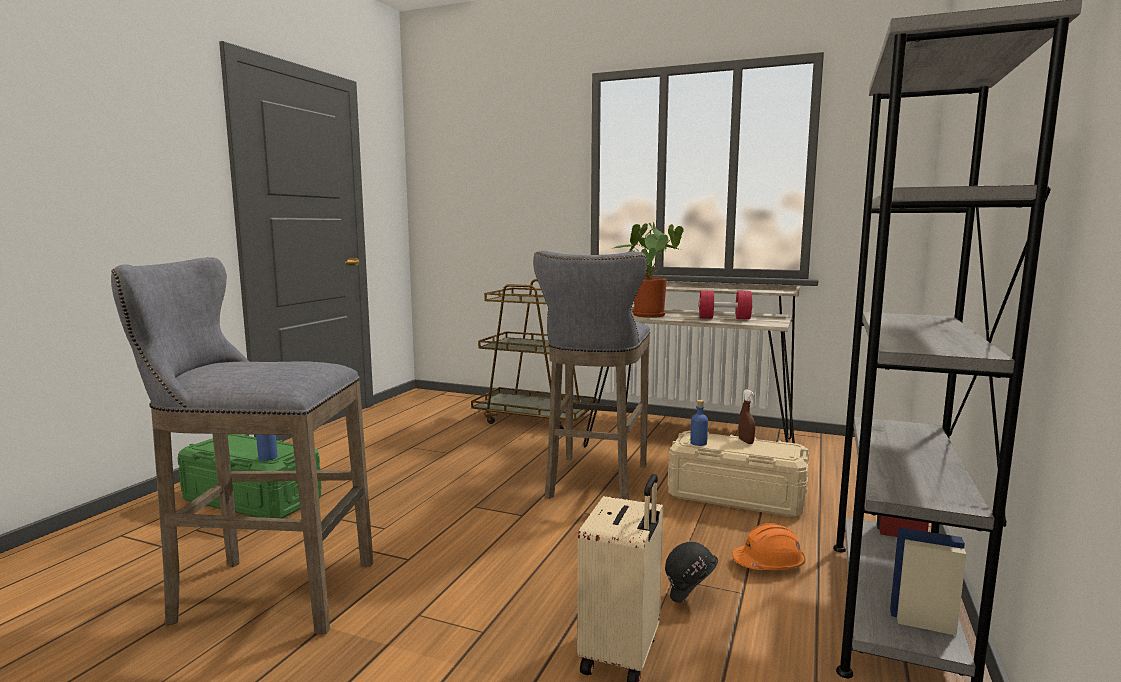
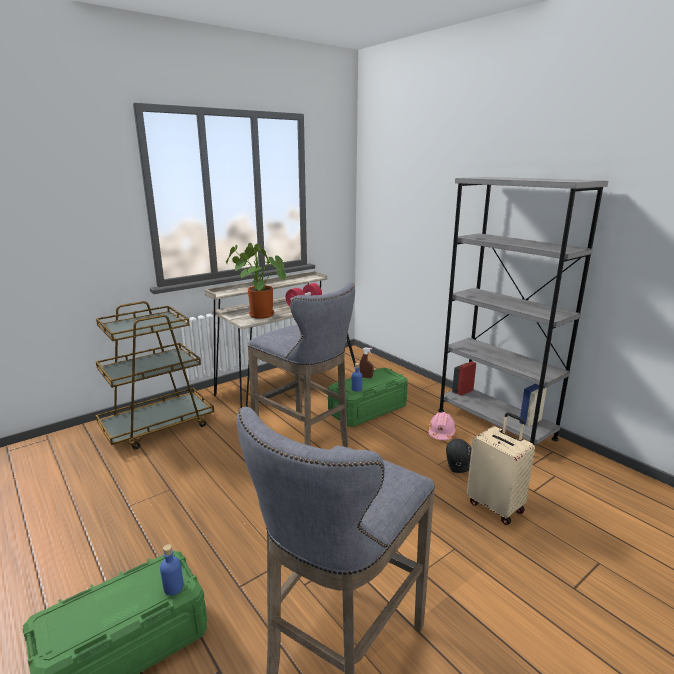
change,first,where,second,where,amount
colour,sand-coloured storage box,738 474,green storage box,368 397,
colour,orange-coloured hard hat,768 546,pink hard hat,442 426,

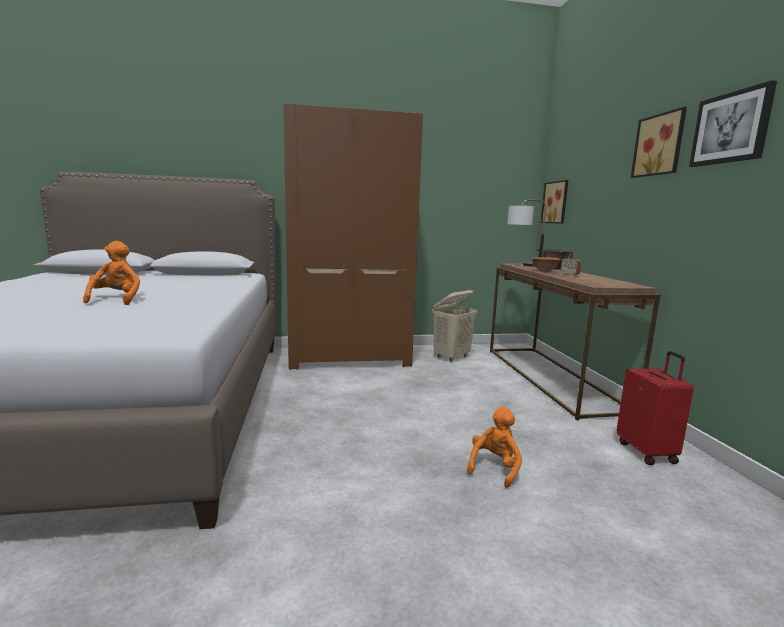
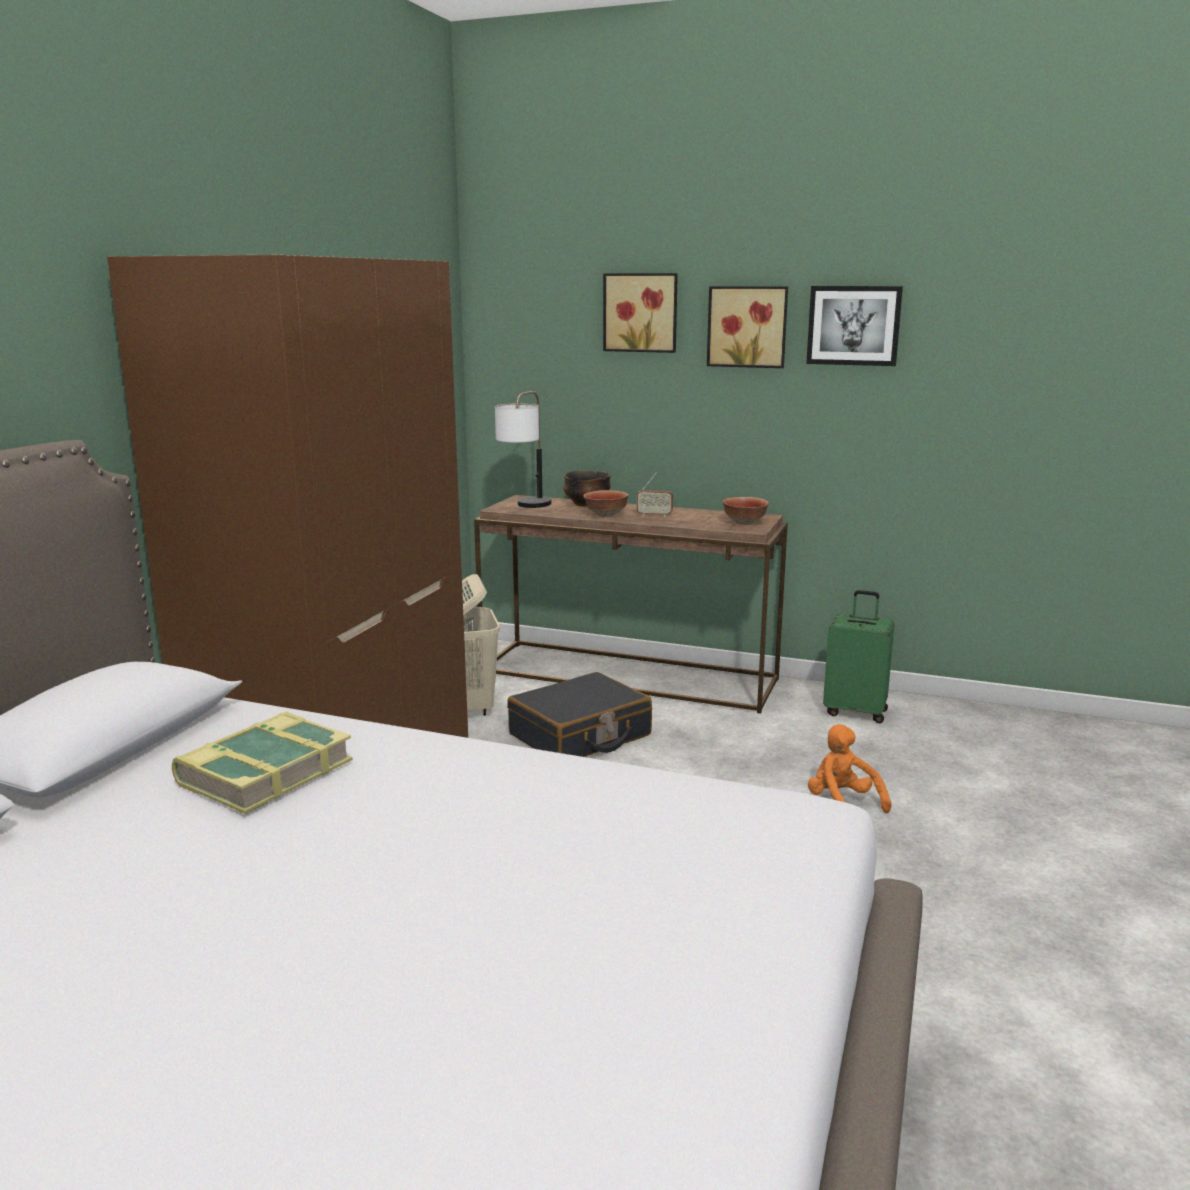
change,first,where,second,where,amount
missing,orange-coloured soft toy,111 273,,,
appeared,,,bound book,262 762,
appeared,,,black-coloured suitcase,579 714,
appeared,,,deep dish,745 511,
relocated,wall art,554 202,,640 313,
colour,red-coloured suitcase,655 408,green suitcase,859 656,

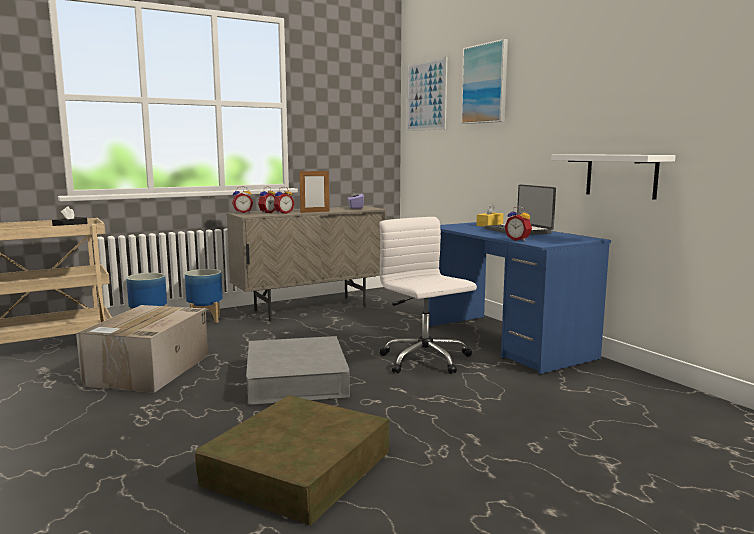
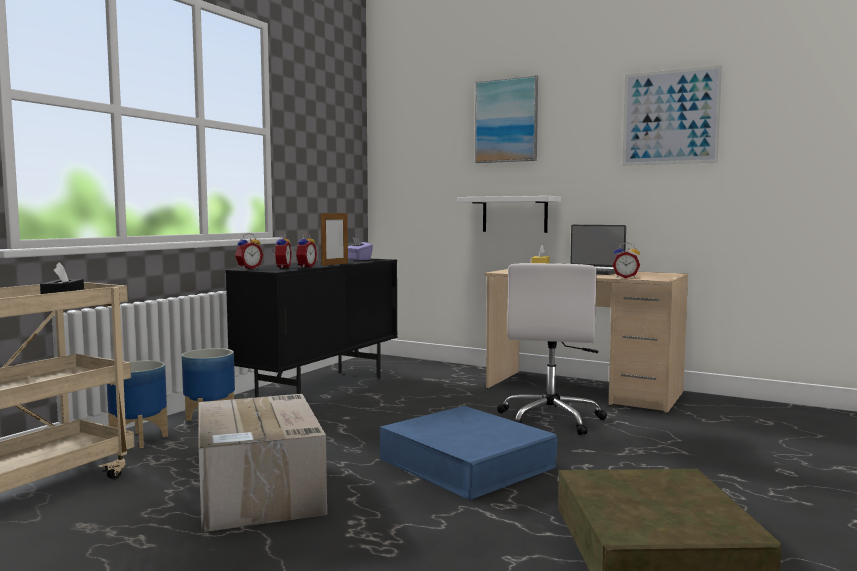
change,first,where,second,where,amount
relocated,wall art,427 94,,672 115,
relocated,white shelf,613 177,,509 214,
colour,sand-coloured storage cabinet,306 263,black-coloured storage cabinet,311 328,
colour,gray storage box,298 370,blue-coloured storage box,468 453,
colour,blue-coloured desk,519 298,sand-coloured desk,586 341,
spun,white desk chair,428 295,,552 349,105 degrees counterclockwise

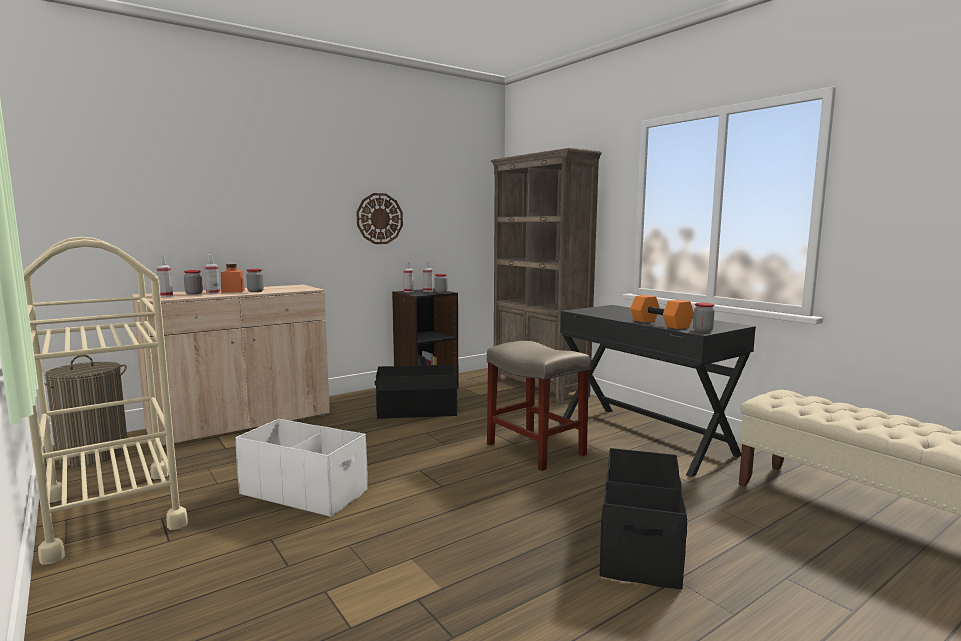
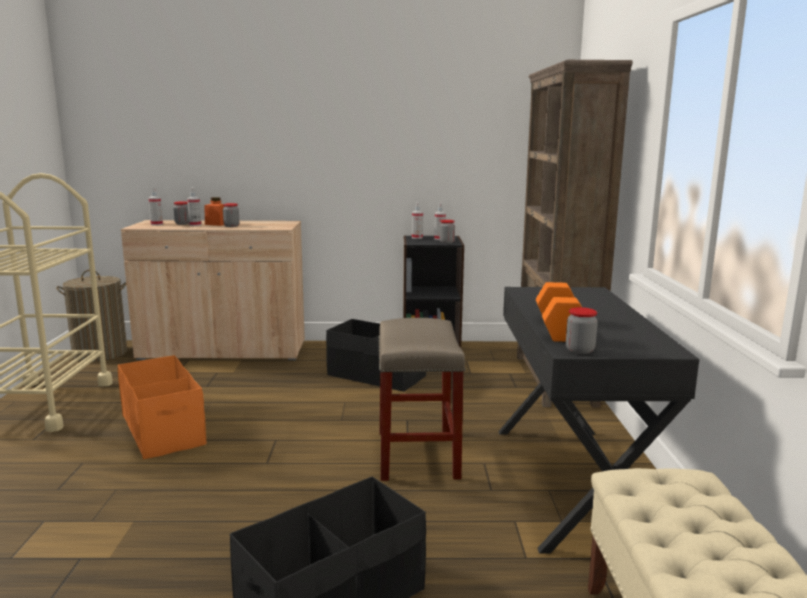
change,first,where,second,where,amount
missing,clock on the wall,380 218,,,
colour,white storage box,301 468,orange-coloured storage box,162 407,

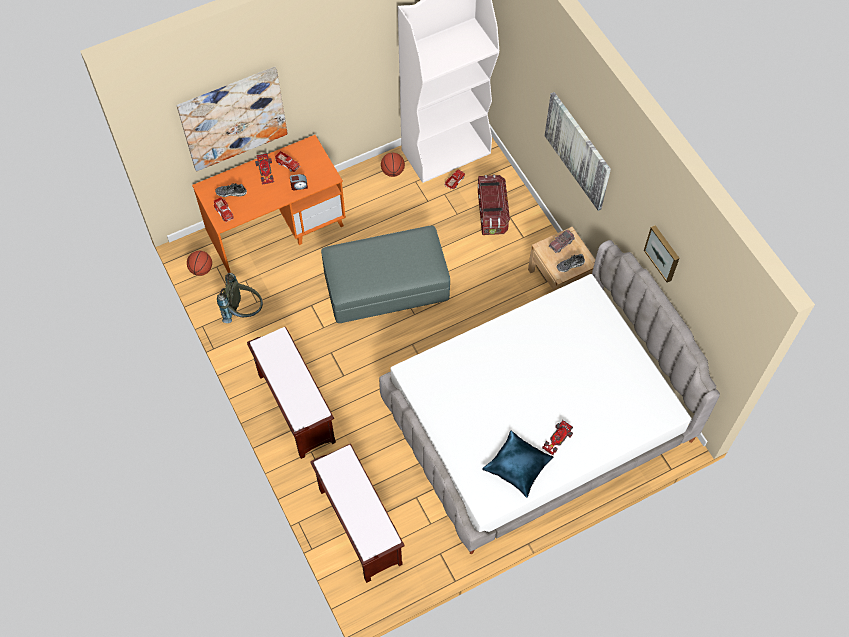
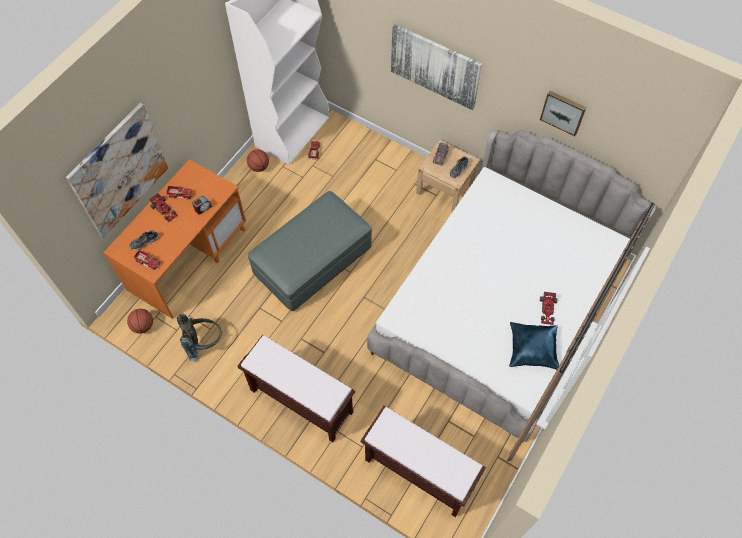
change,first,where,second,where,amount
missing,storage box,494 204,,,

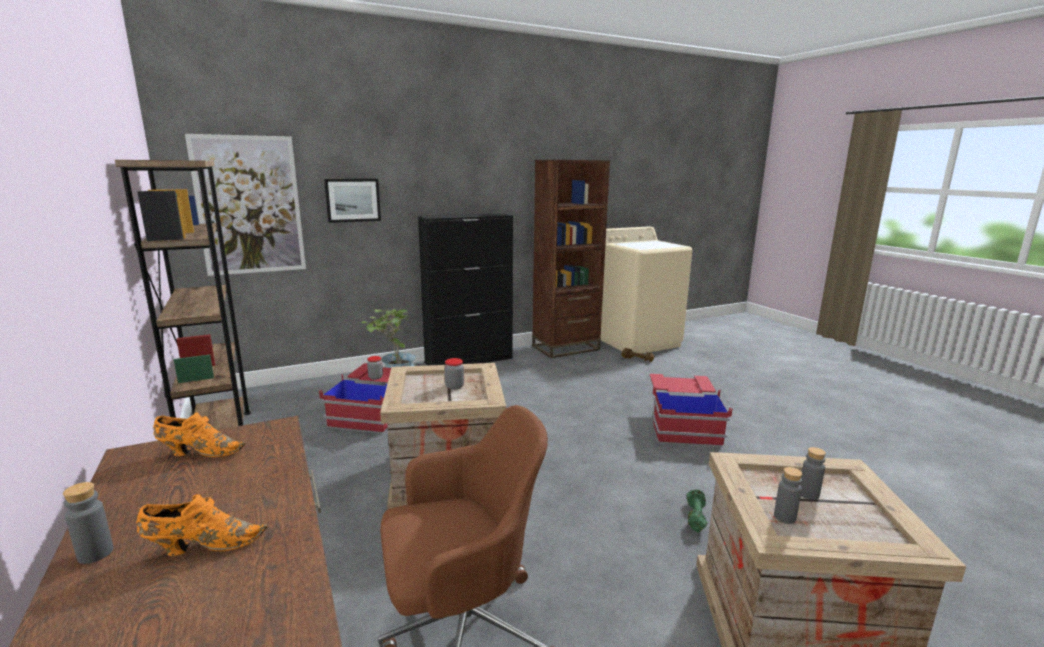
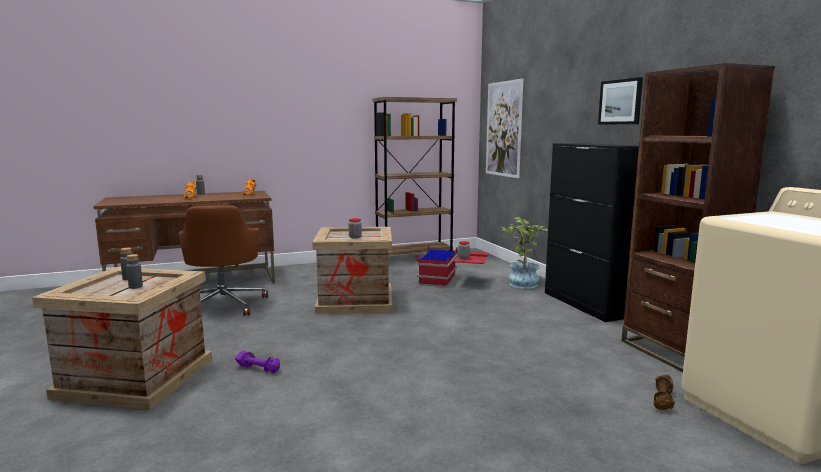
change,first,where,second,where,amount
missing,red-coloured storage box,691 410,,,
relocated,wall art,352 201,,620 101,
colour,green dumbbell,697 511,purple-coloured dumbbell,257 362,

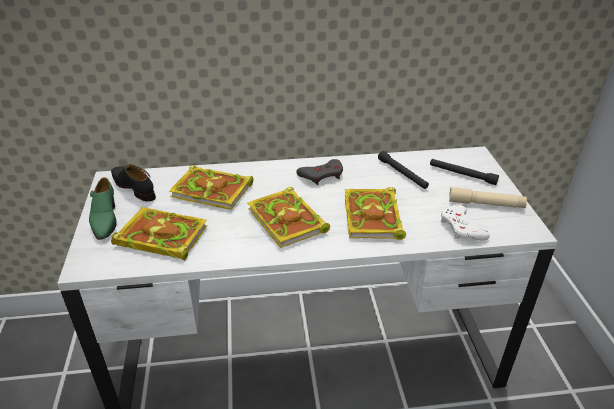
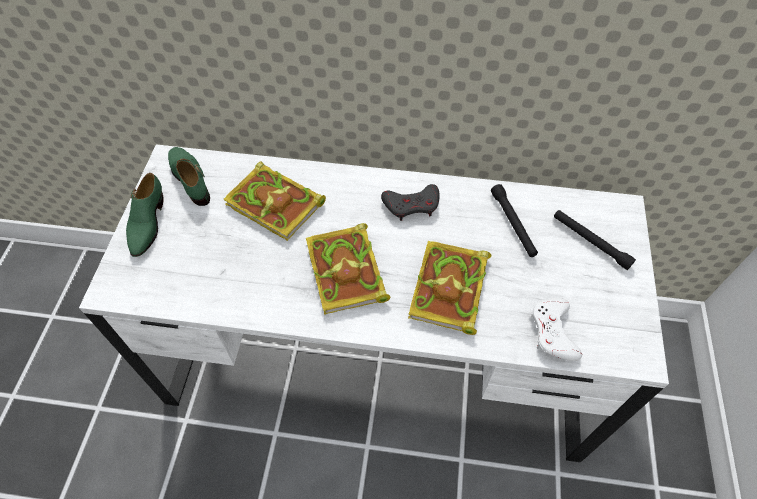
change,first,where,second,where,amount
missing,bound book,159 234,,,
missing,sand-coloured torch,488 197,,,
colour,black-coloured low shoe,133 182,green low shoe,189 176,

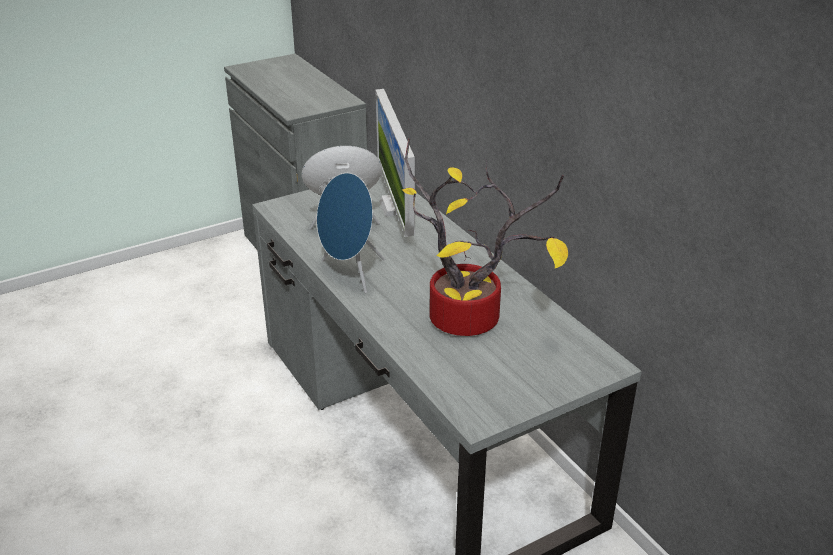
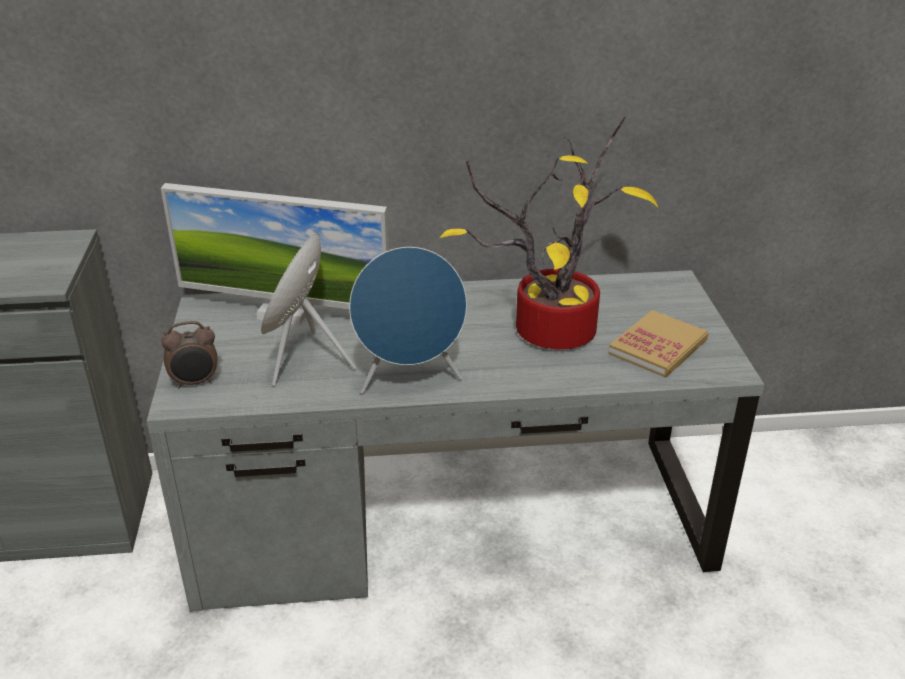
change,first,where,second,where,amount
appeared,,,table clock,189 355,
appeared,,,bound book,658 343,

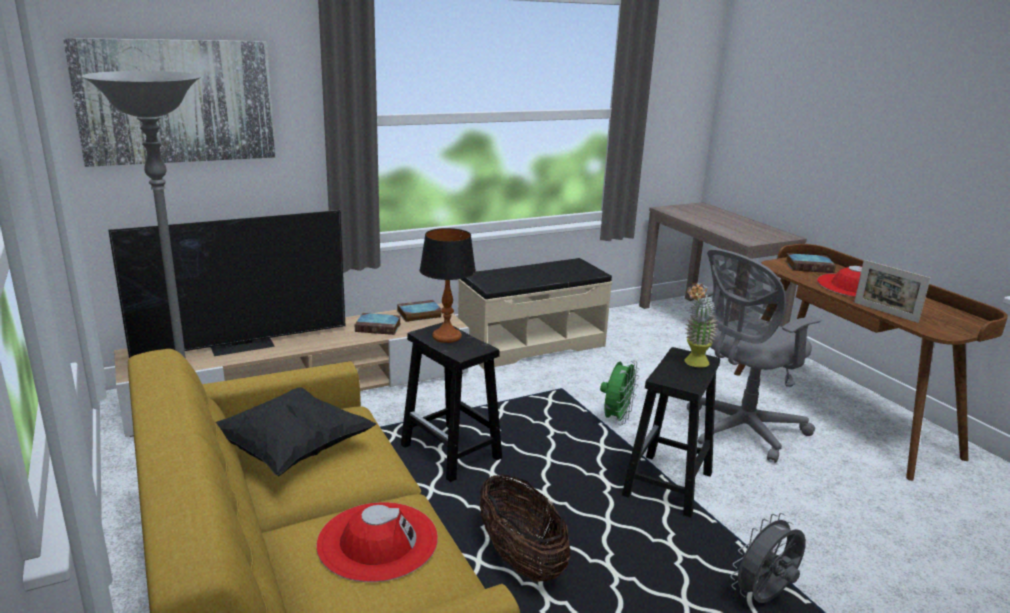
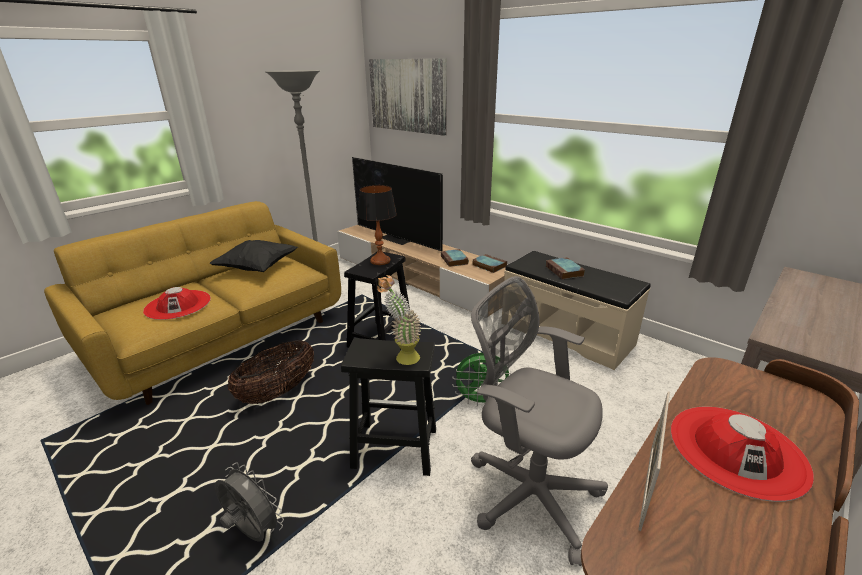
change,first,where,second,where,amount
relocated,bound book,811 263,,565 268,

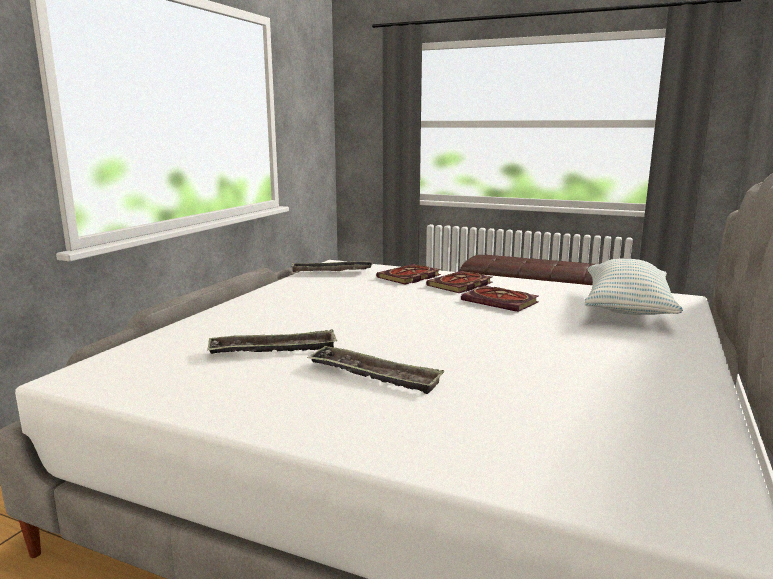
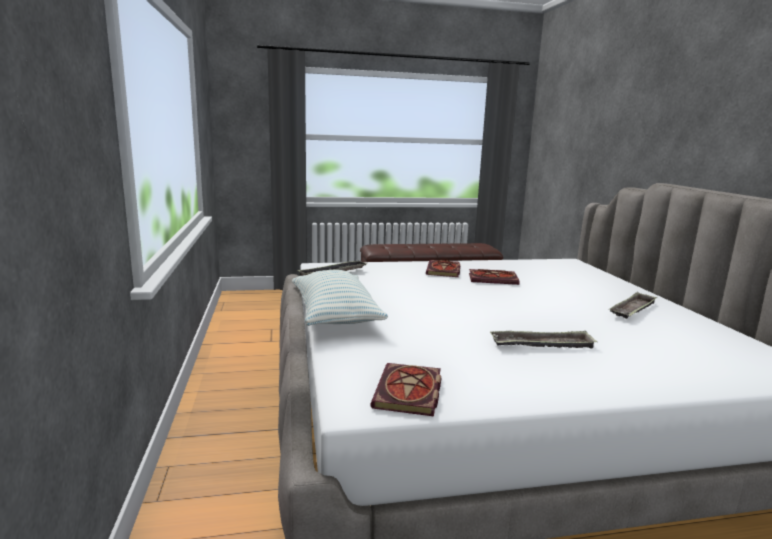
change,first,where,second,where,amount
relocated,carrying tray,272 341,,633 305,
relocated,bound book,408 274,,406 389,
relocated,cushion,633 287,,340 298,

